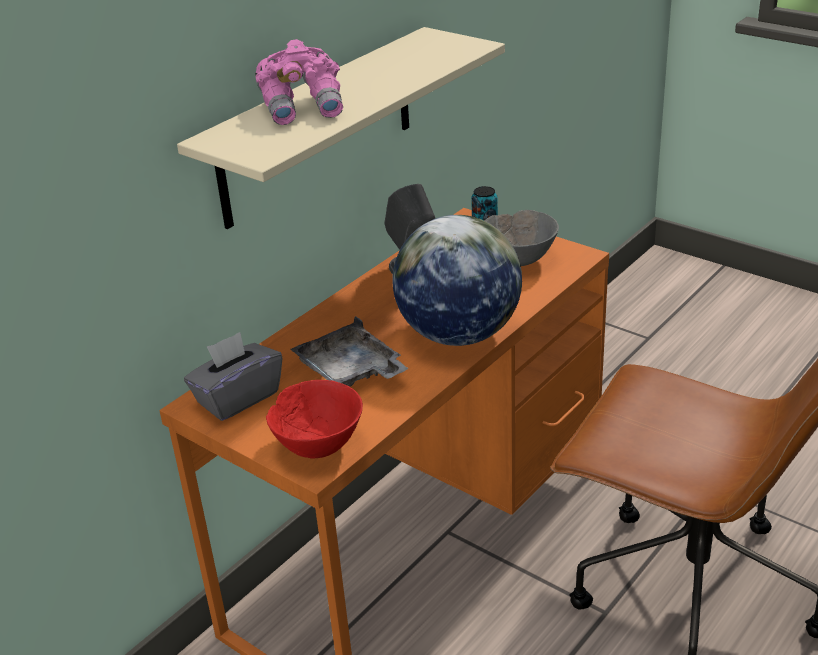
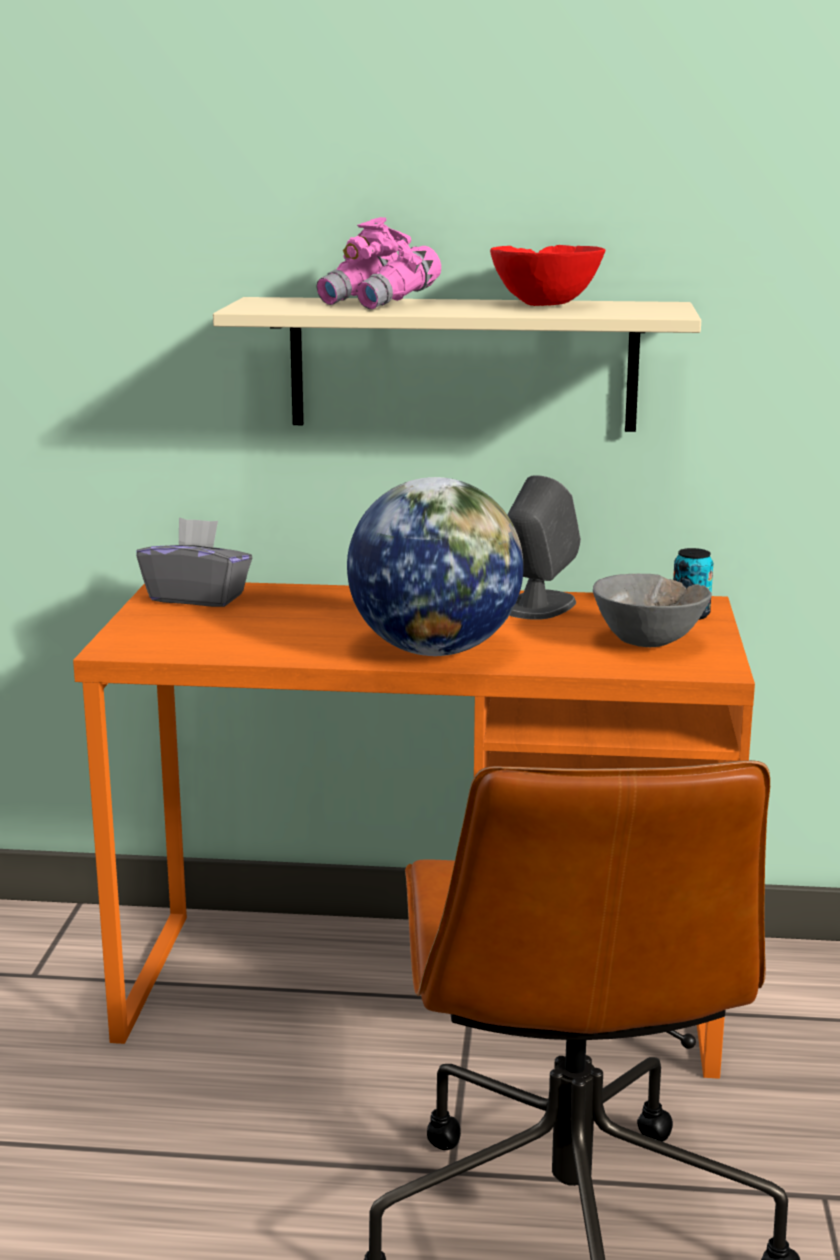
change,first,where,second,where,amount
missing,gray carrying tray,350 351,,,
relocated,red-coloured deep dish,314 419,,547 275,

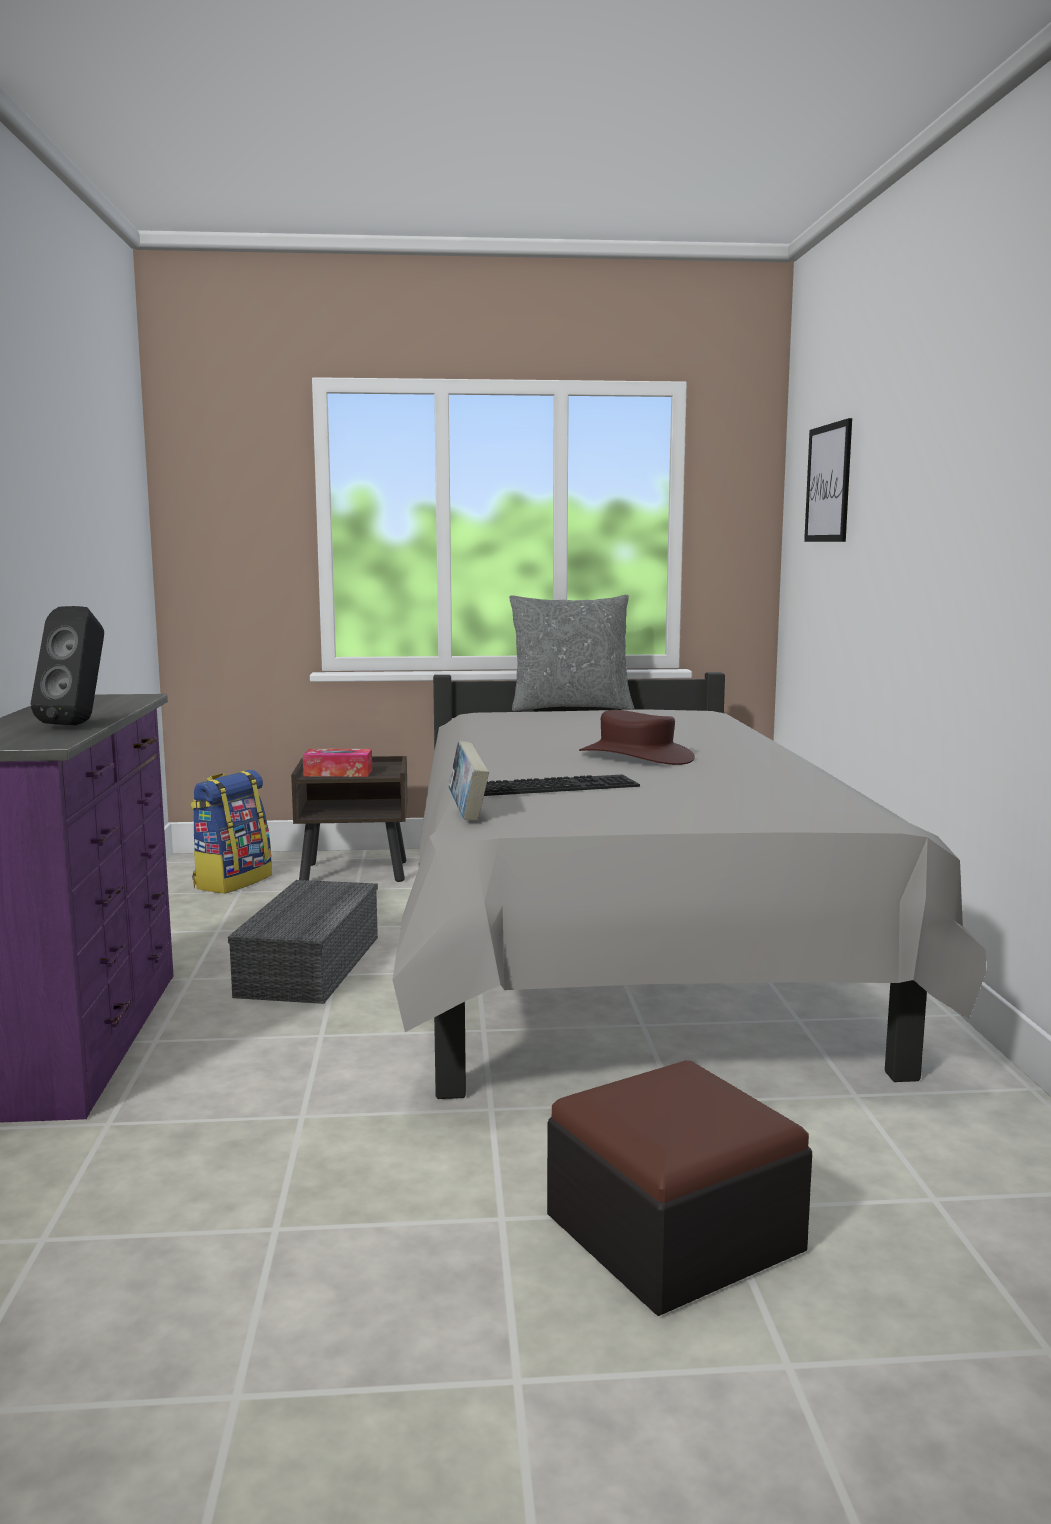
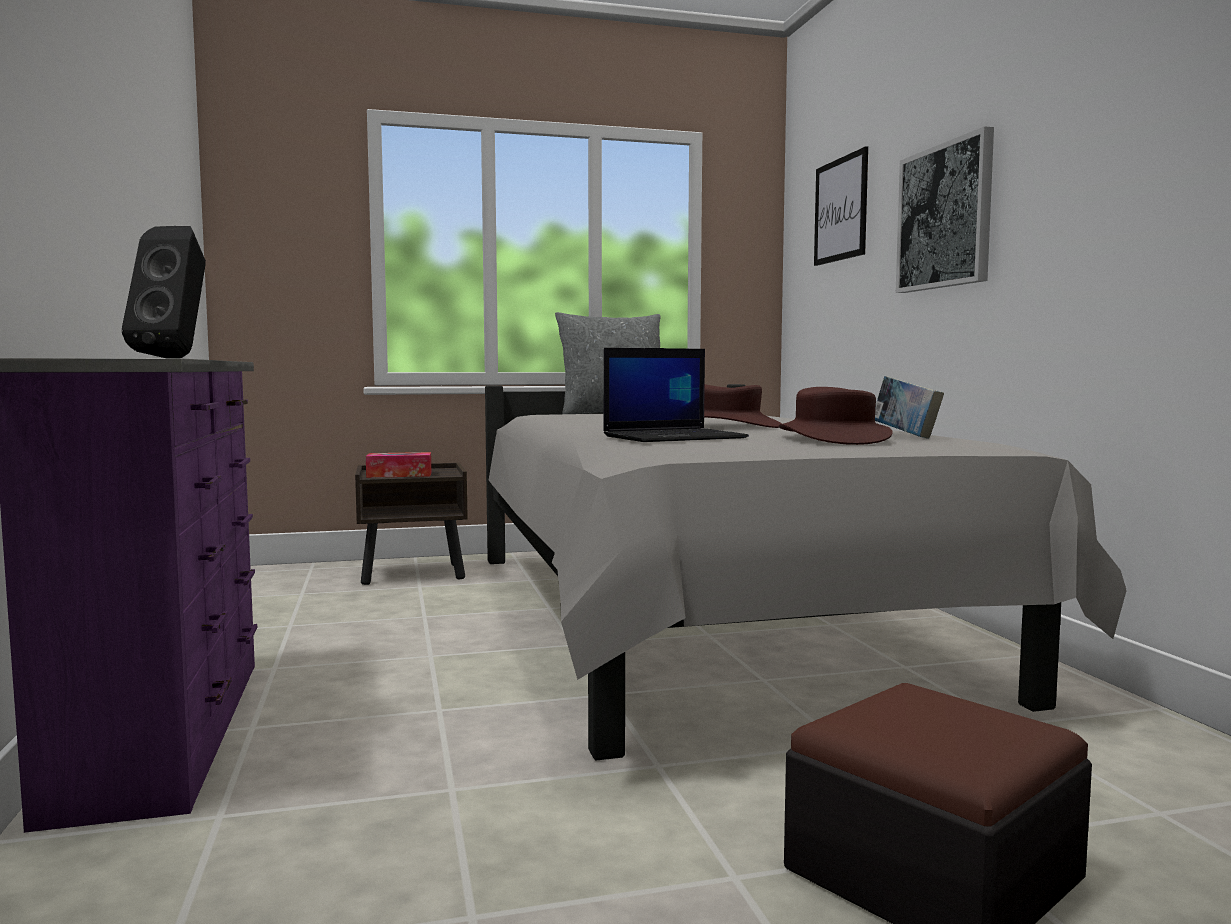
change,first,where,second,where,amount
missing,rucksack,231 832,,,
missing,gray storage box,303 942,,,
appeared,,,brown clothing hat,836 416,
appeared,,,wall art,945 209,
relocated,bound book,469 781,,909 407,
exchanged,computer keyboard,562 785,notebook computer,676 395,

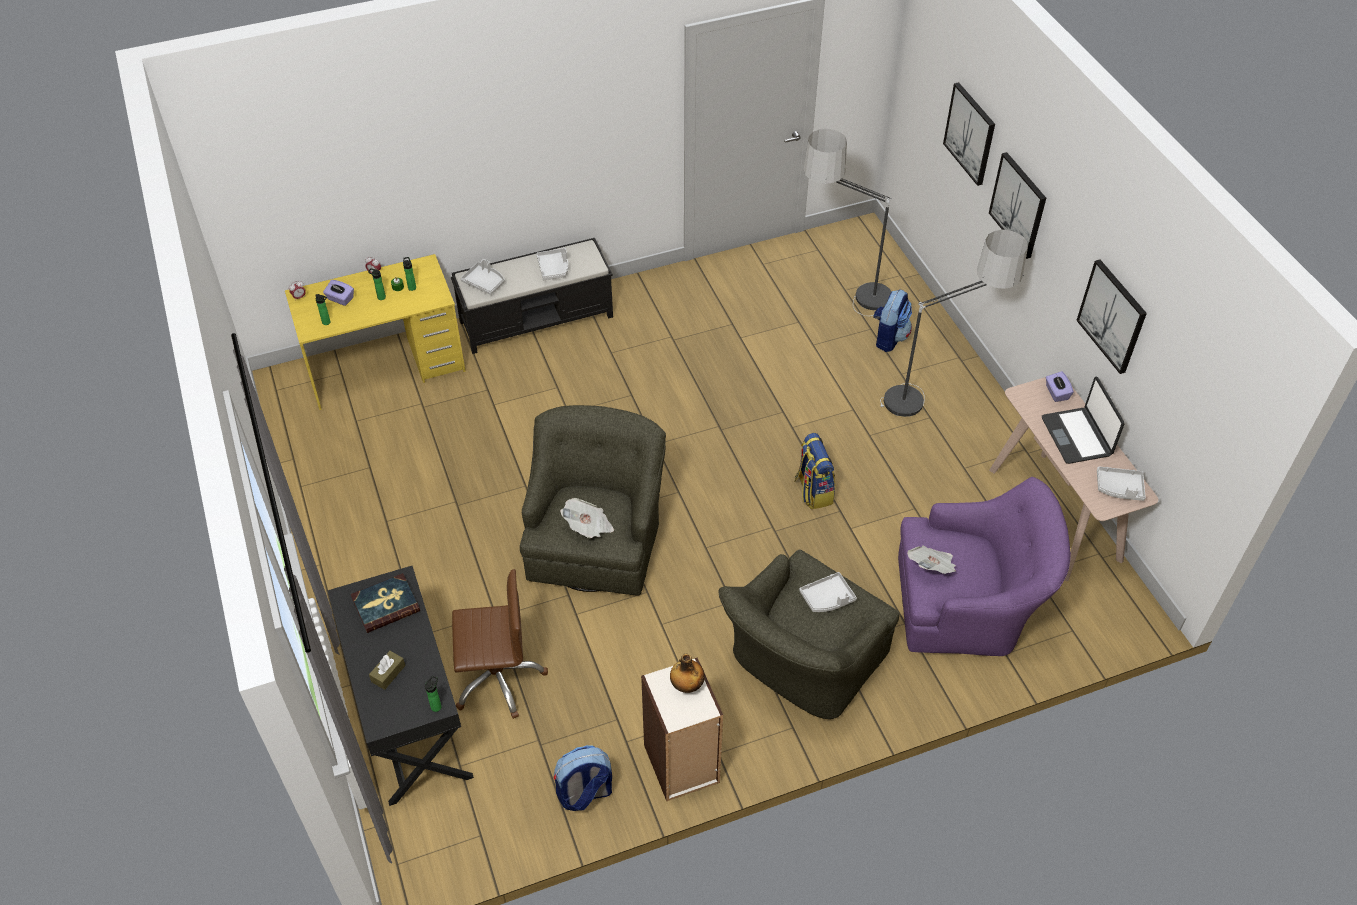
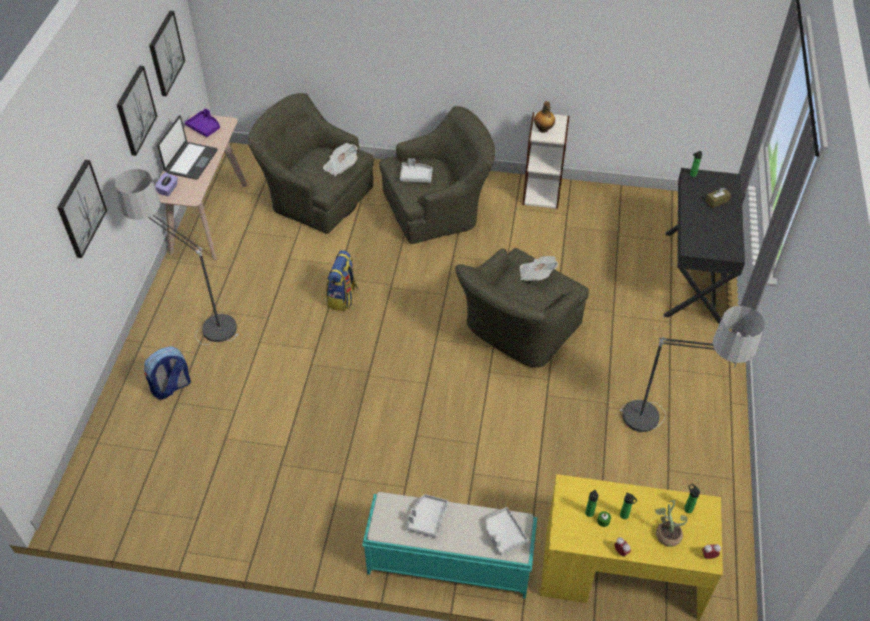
change,first,where,second,where,amount
missing,bound book,385 603,,,
missing,brown desk chair,500 644,,,
missing,rucksack,583 778,,,
relocated,standing lamp,847 222,,692 369,
relocated,wall art,969 134,,167 53,
exchanged,purple-coloured tissue holder,338 293,houseplant,671 523,
colour,black-coloured long seat,532 296,turquoise long seat,449 545,
colour,purple-coloured armchair,984 566,green armchair,311 163,
colour,gray carrying tray,1121 483,purple-coloured carrying tray,202 122,

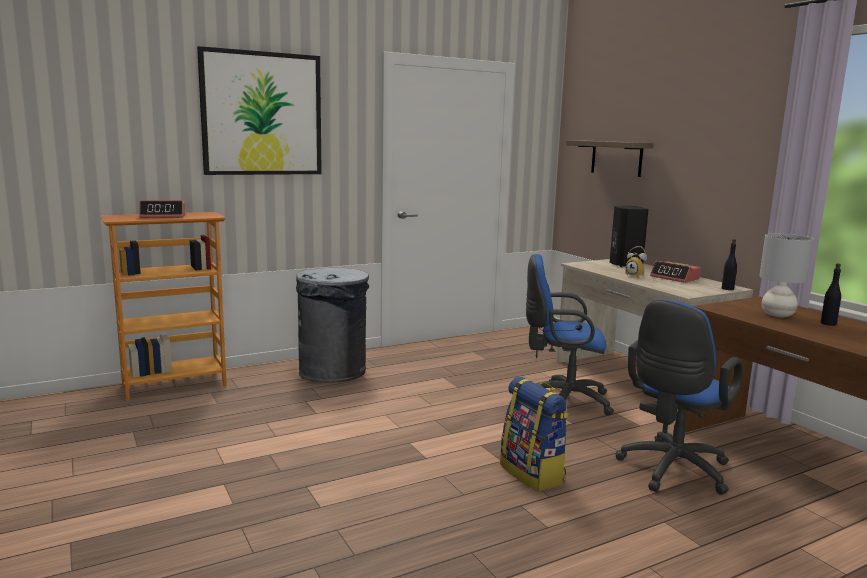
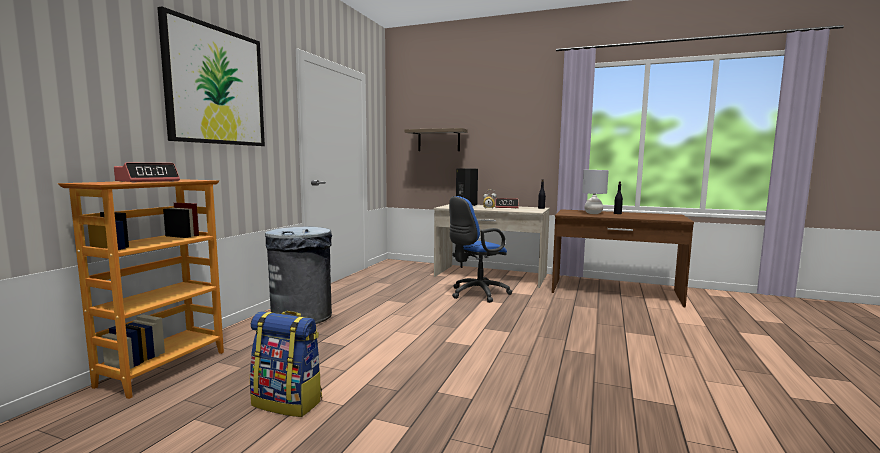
change,first,where,second,where,amount
missing,blue-coloured desk chair,679 397,,,
relocated,rucksack,534 434,,286 364,

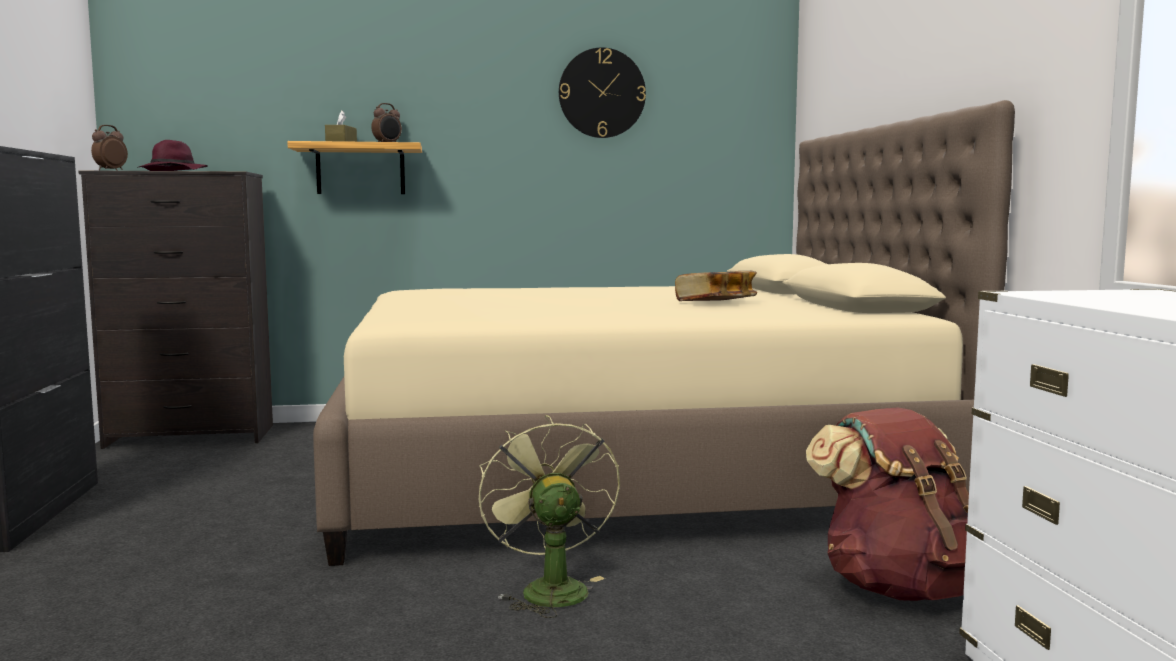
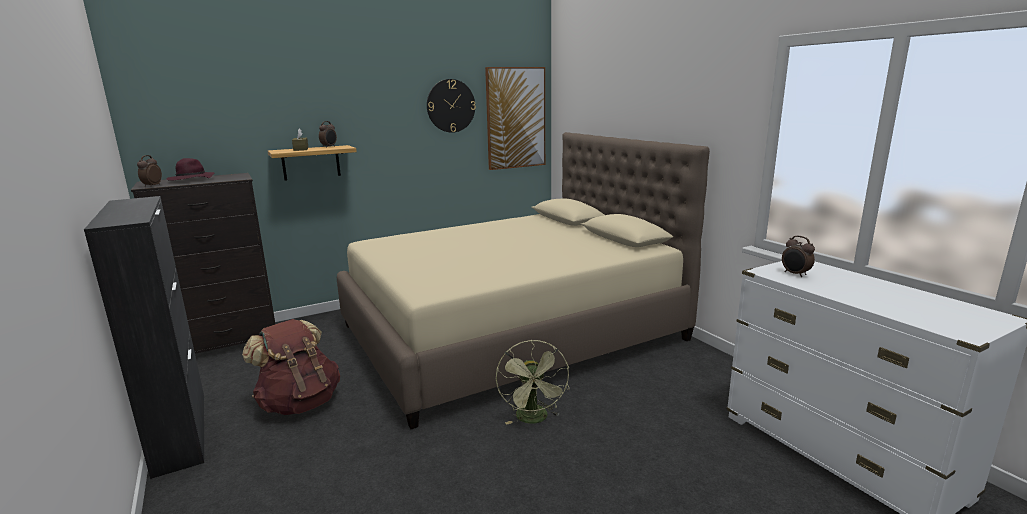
change,first,where,second,where,amount
missing,bound book,716 286,,,
appeared,,,wall art,515 118,
appeared,,,table clock,798 256,
relocated,brown rucksack,887 504,,291 367,
spun,green fan,549 516,,532 382,150 degrees counterclockwise

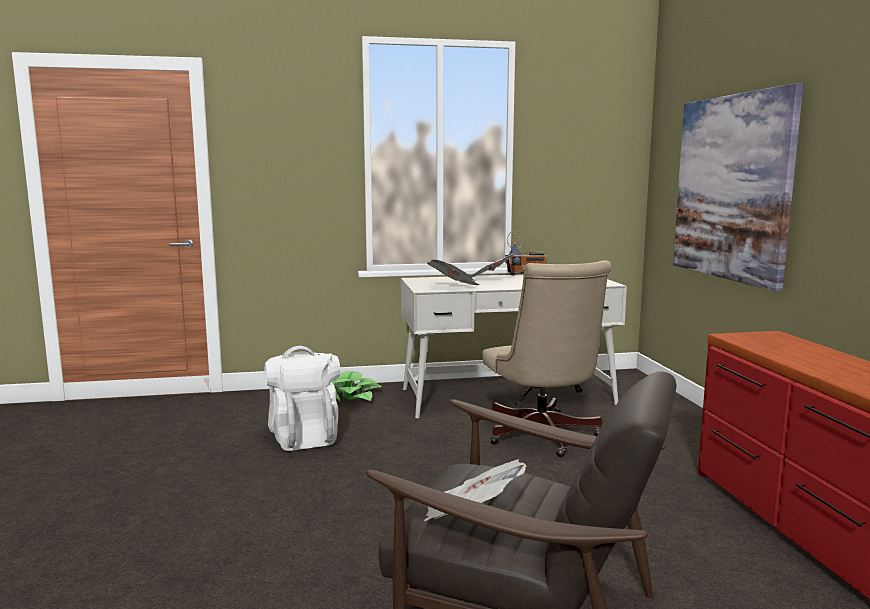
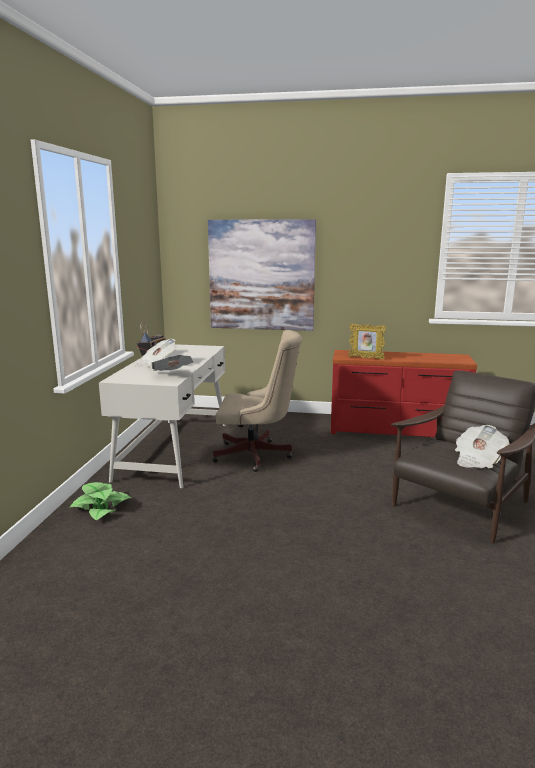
change,first,where,second,where,amount
missing,white rucksack,302 398,,,
appeared,,,photo frame,367 341,

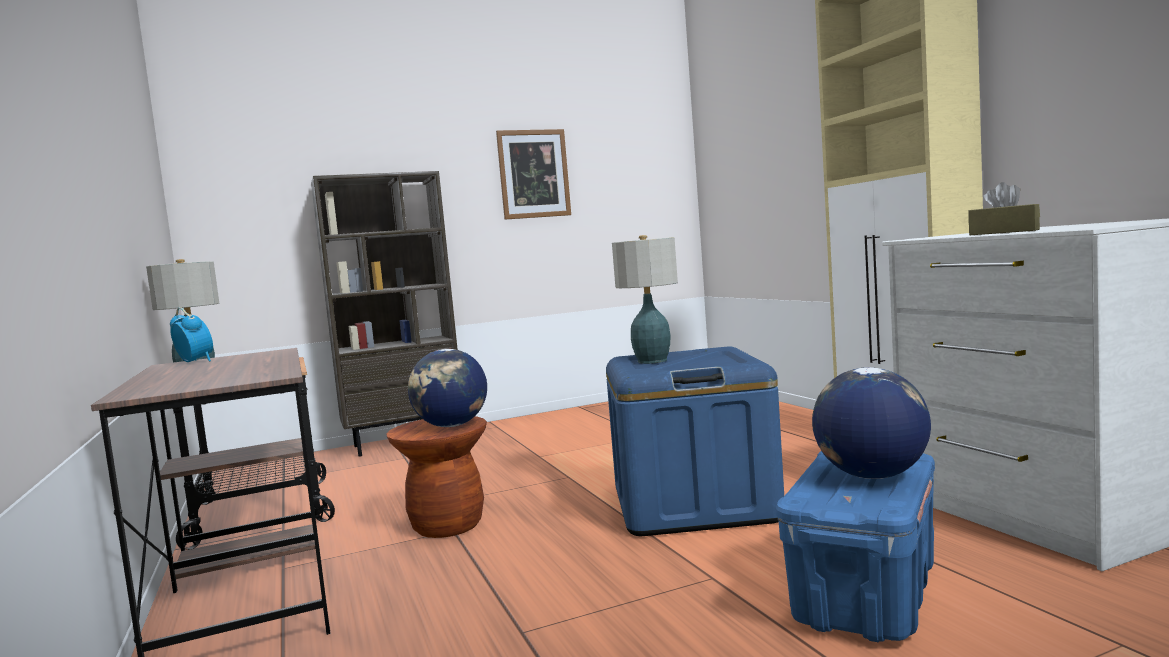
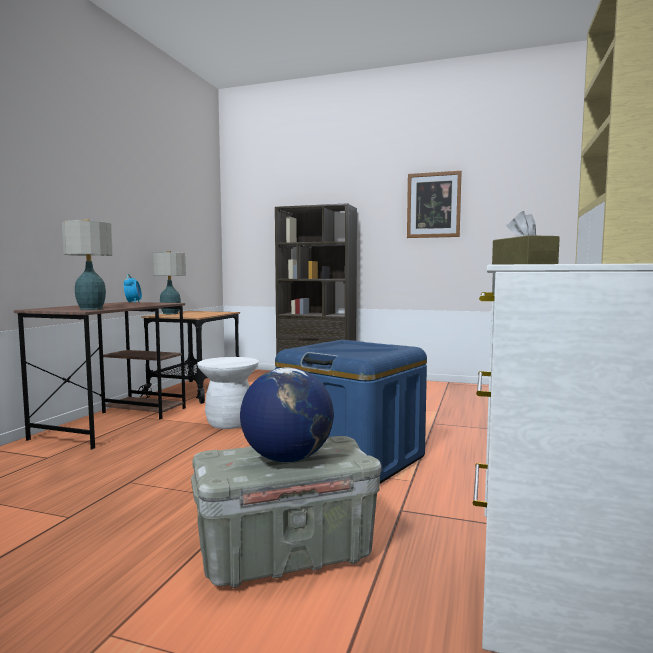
change,first,where,second,where,amount
missing,desk globe,447 388,,,
relocated,lamp for a table,645 299,,87 264,
colour,brown stool,436 477,white stool,228 393,
colour,blue-coloured storage box,855 546,gray storage box,286 512,

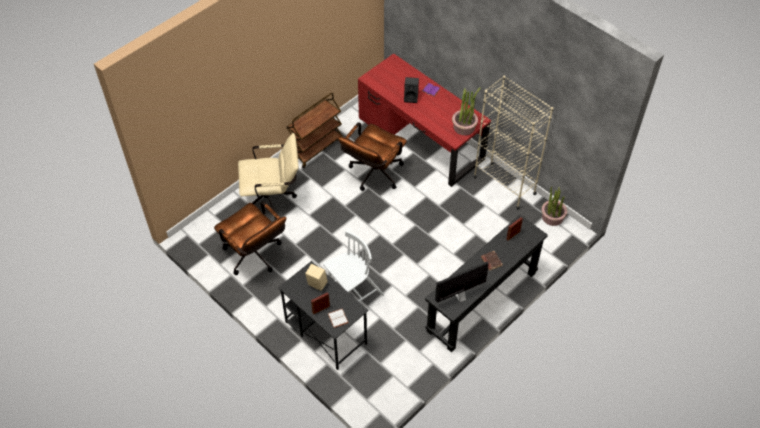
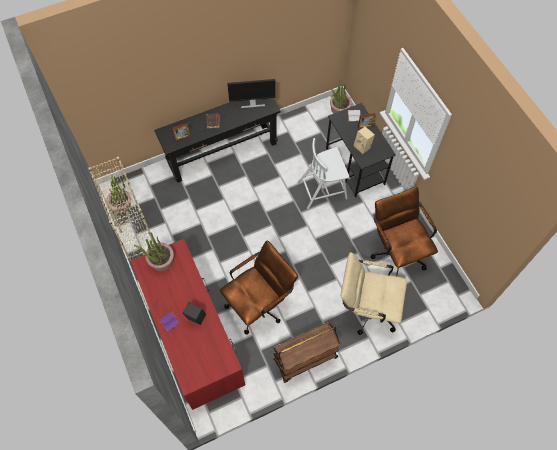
change,first,where,second,where,amount
appeared,,,houseplant,341 97,

